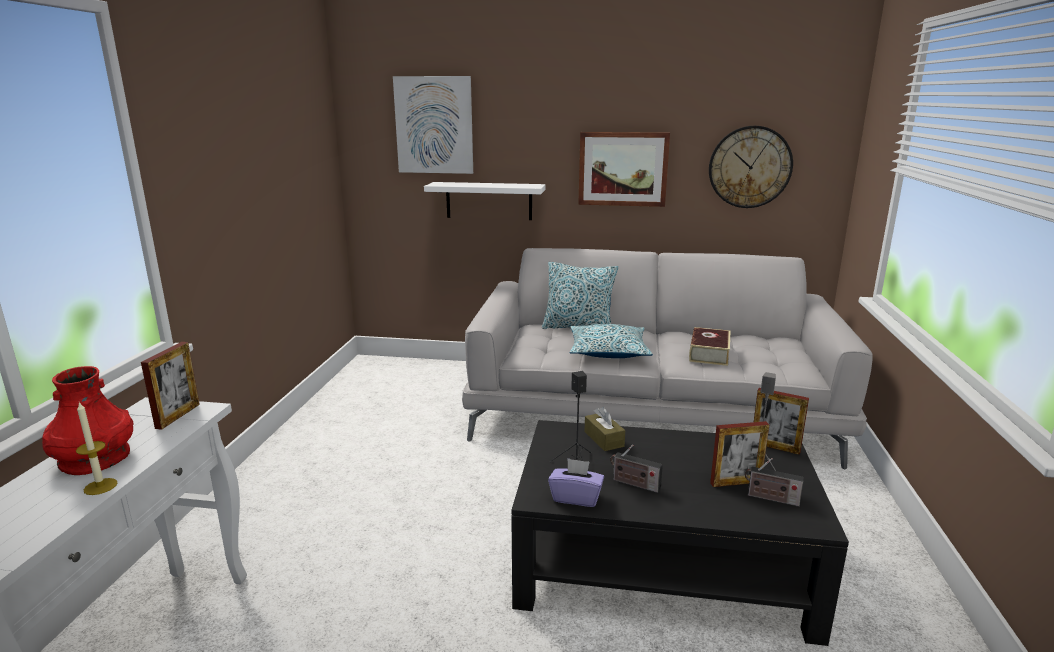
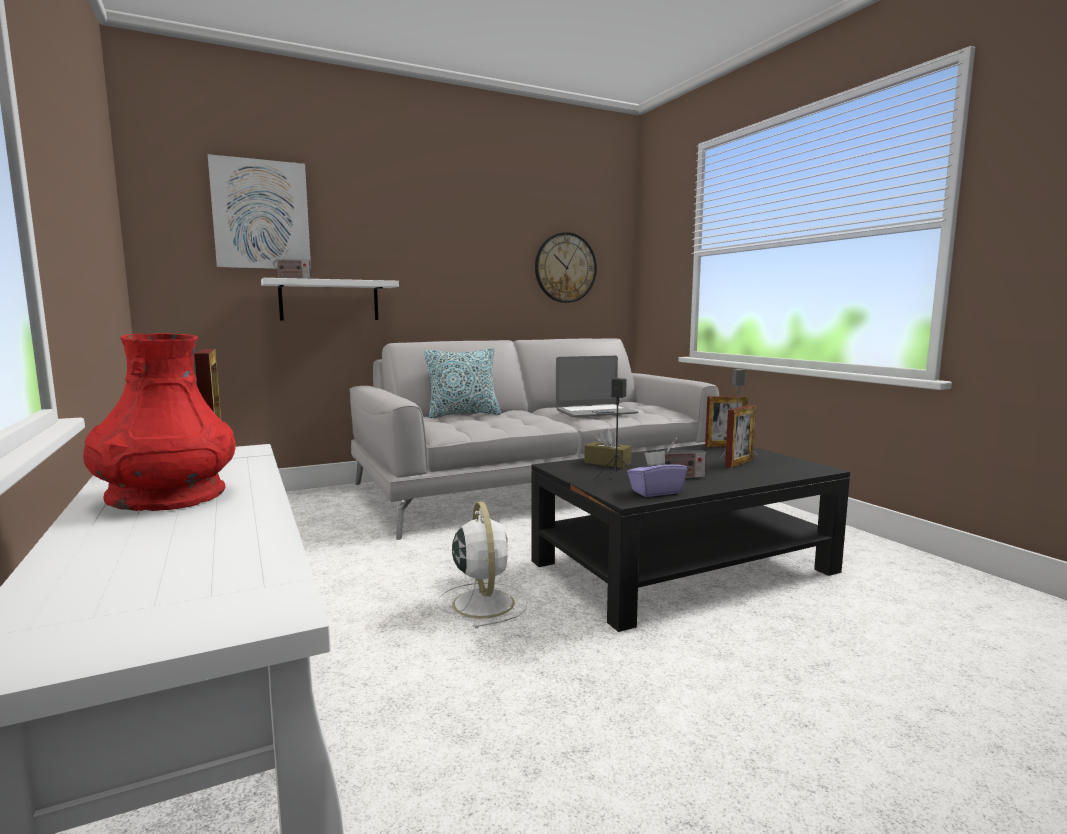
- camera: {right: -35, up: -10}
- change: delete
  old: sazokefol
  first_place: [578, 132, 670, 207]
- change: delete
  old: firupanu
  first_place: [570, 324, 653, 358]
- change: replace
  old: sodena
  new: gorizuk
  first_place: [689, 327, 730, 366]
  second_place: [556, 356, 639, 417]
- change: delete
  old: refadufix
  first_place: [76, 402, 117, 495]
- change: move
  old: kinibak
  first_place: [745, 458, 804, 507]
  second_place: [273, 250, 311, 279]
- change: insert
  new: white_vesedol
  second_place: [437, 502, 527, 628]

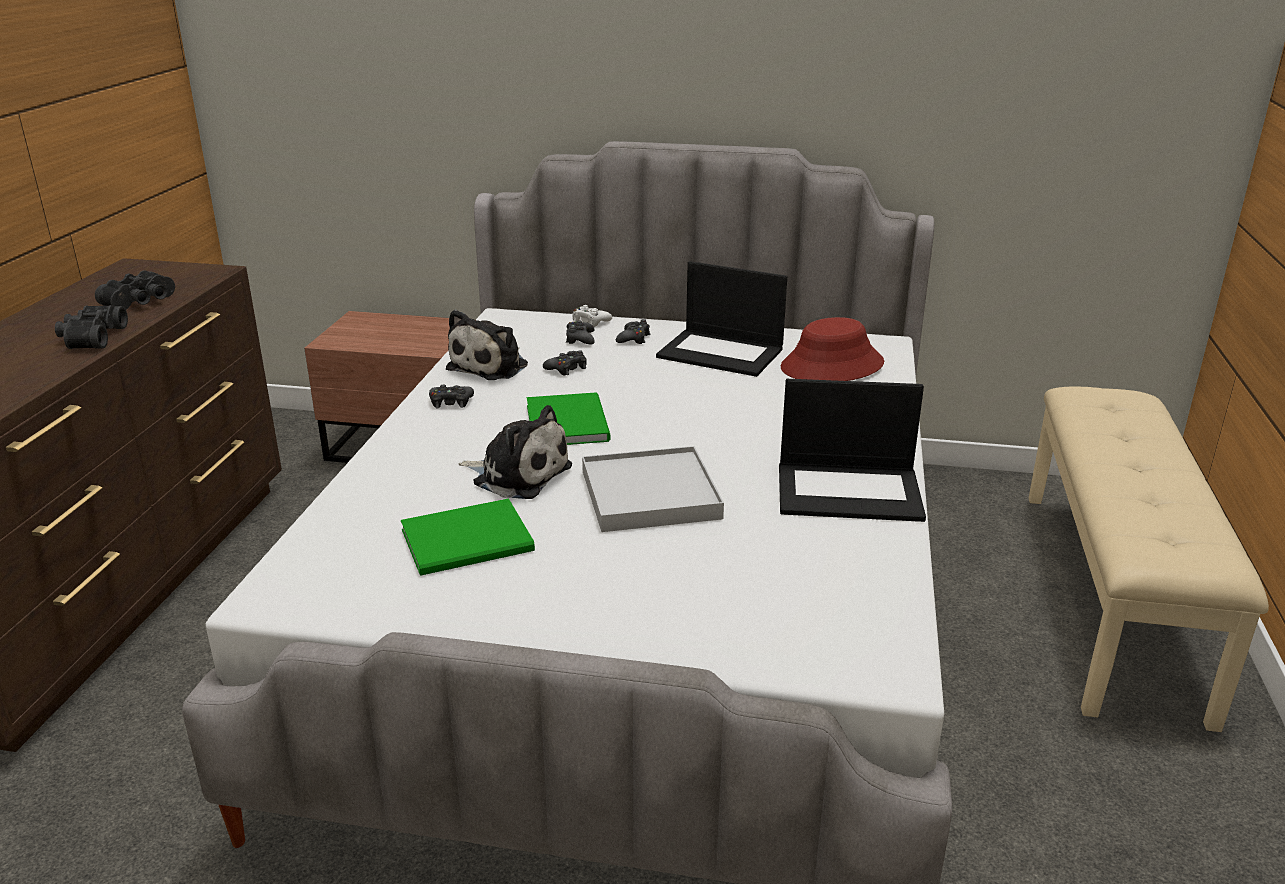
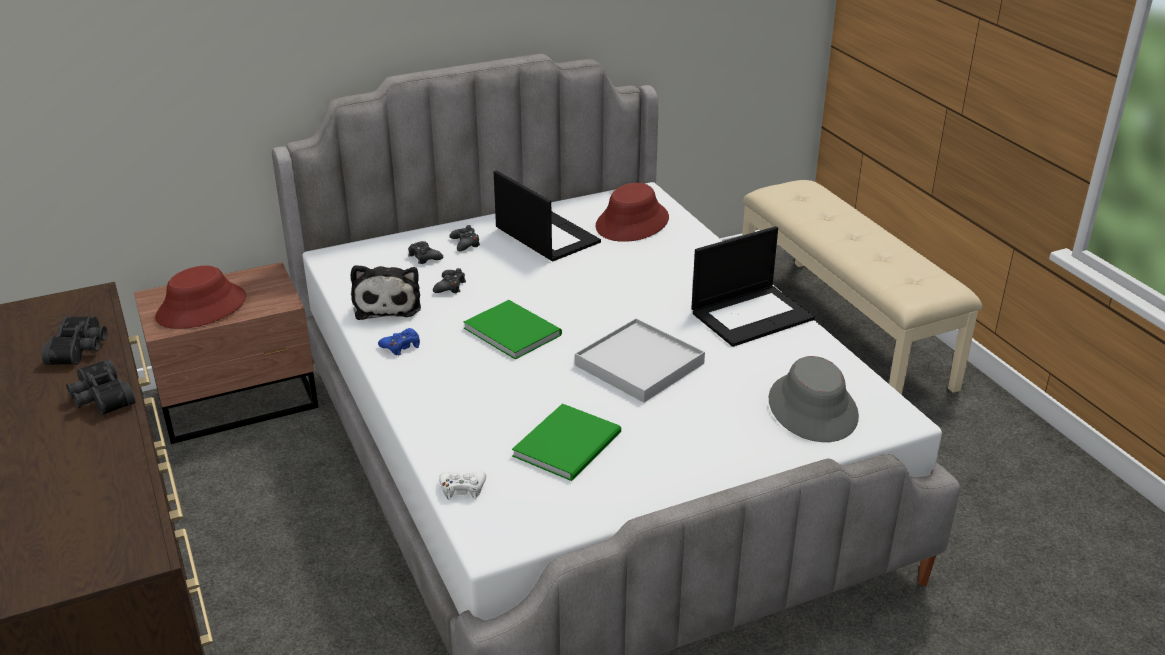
- camera: {right: -35, up: 5}
- change: rotate
  old: gorizuk
  first_place: [656, 261, 787, 377]
  second_place: [494, 170, 601, 261]
  degrees: -120
- change: move
  old: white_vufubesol
  first_place: [573, 305, 612, 327]
  second_place: [439, 471, 486, 500]
- change: recolor
  old: black_vufubesol
  new: blue_vufubesol
  first_place: [429, 385, 474, 408]
  second_place: [378, 328, 420, 355]
- change: delete
  old: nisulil
  first_place: [458, 405, 572, 499]
- change: insert
  new: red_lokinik
  second_place: [155, 266, 246, 329]
- change: insert
  new: grey_lokinik
  second_place: [768, 356, 859, 442]

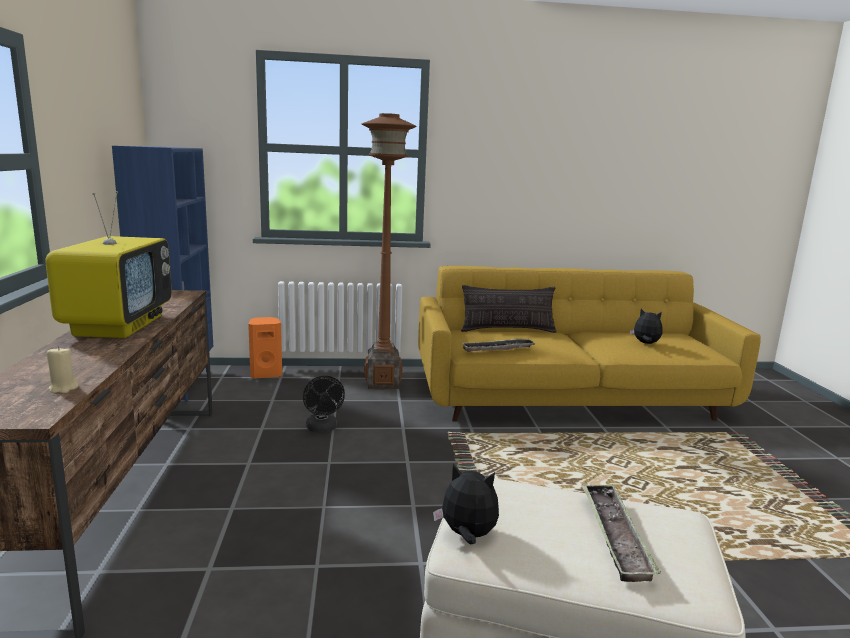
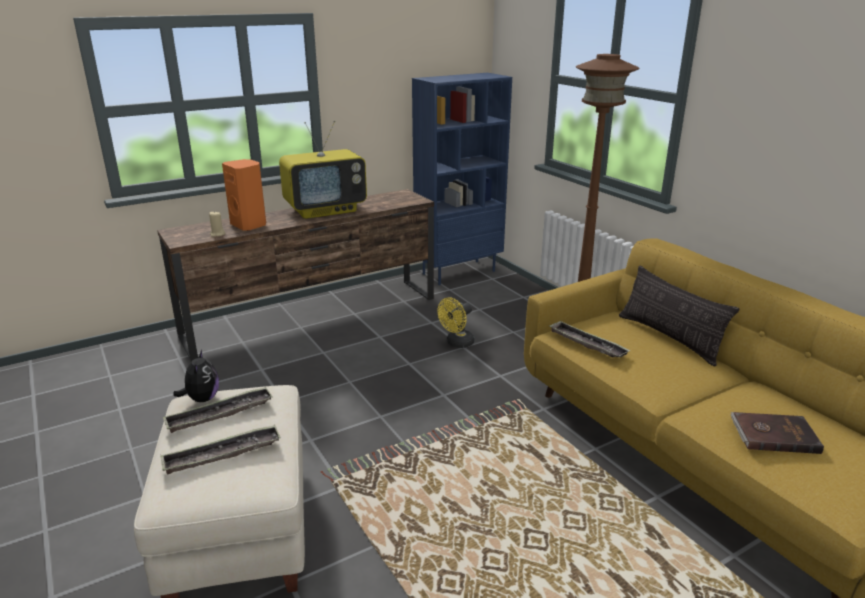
- camera: {right: 65, up: 10}
- change: replace
  old: nisulil
  new: brown_sodena
  first_place: [630, 309, 662, 344]
  second_place: [730, 412, 824, 454]
- change: move
  old: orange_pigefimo
  first_place: [248, 317, 282, 379]
  second_place: [222, 159, 266, 231]
- change: recolor
  old: black_vesedol
  new: yellow_vesedol
  first_place: [303, 376, 345, 433]
  second_place: [437, 297, 475, 348]
- change: insert
  new: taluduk
  second_place: [163, 386, 273, 433]

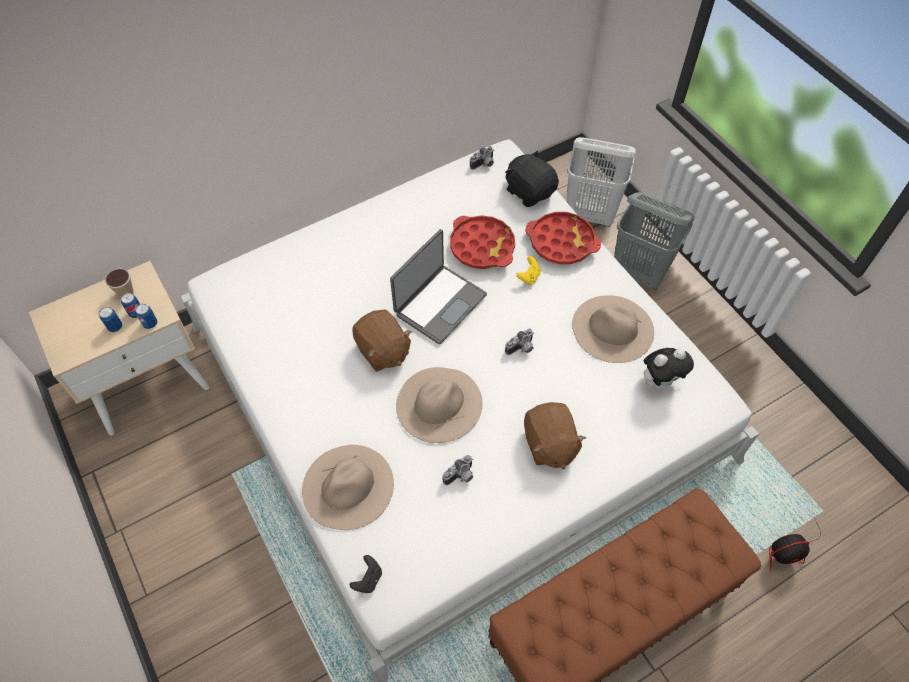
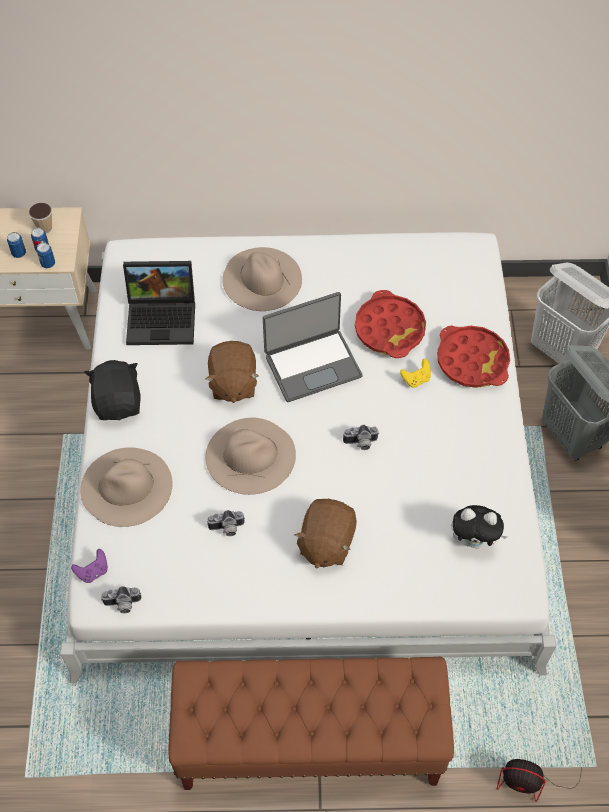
- camera: {right: 30, up: 0}
- change: move
  old: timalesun
  first_place: [470, 146, 494, 170]
  second_place: [101, 586, 141, 613]
- change: move
  old: black_nisulil
  first_place: [505, 150, 559, 207]
  second_place: [84, 360, 141, 420]
- change: move
  old: beige_lokinik
  first_place: [572, 295, 654, 363]
  second_place: [222, 247, 302, 311]
- change: recolor
  old: black_vufubesol
  new: purple_vufubesol
  first_place: [350, 555, 382, 593]
  second_place: [71, 549, 108, 583]
- change: insert
  new: gorizuk
  second_place: [123, 261, 195, 345]

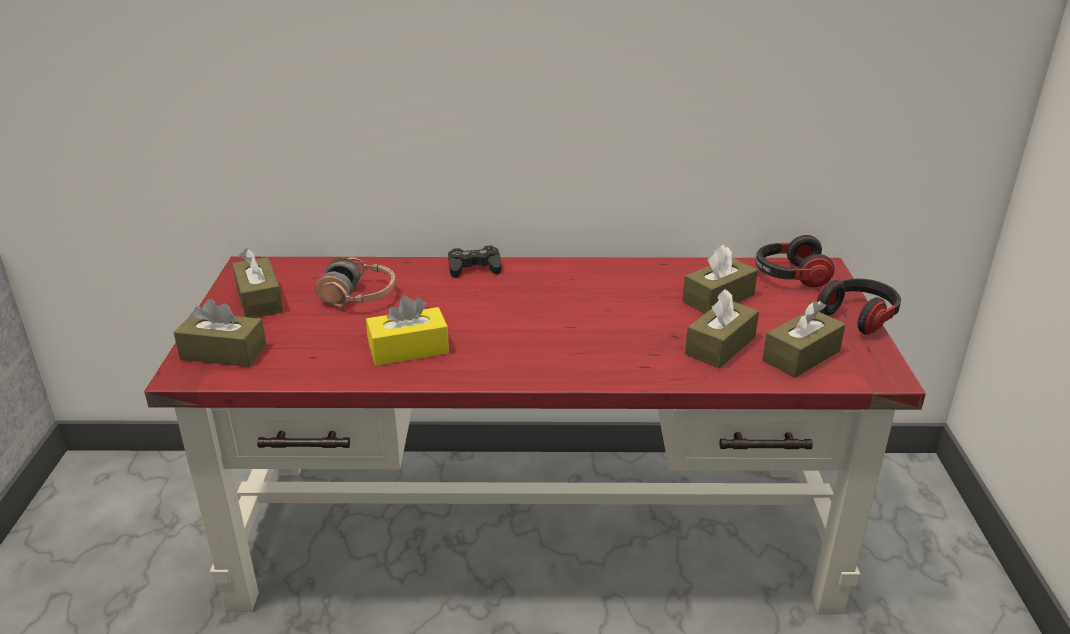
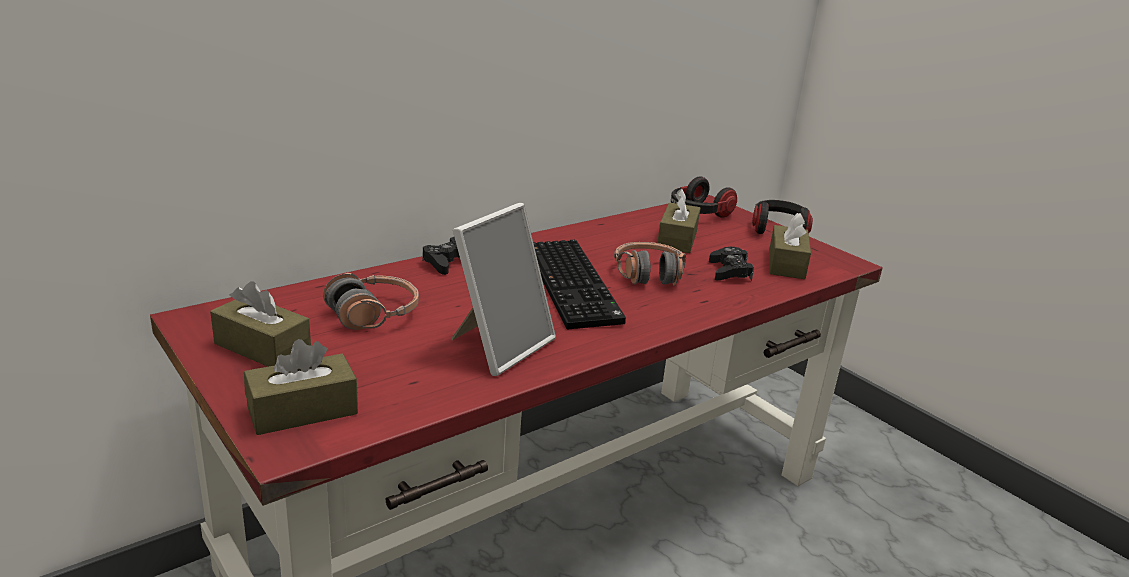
- camera: {right: -40, up: -5}
- change: replace
  old: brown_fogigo
  new: black_vufubesol
  first_place: [685, 289, 759, 368]
  second_place: [709, 247, 754, 281]
- change: replace
  old: yellow_fogigo
  new: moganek
  first_place: [366, 295, 449, 366]
  second_place: [451, 203, 556, 376]
- change: insert
  new: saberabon
  second_place: [533, 240, 626, 329]
- change: insert
  new: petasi
  second_place: [614, 242, 686, 285]

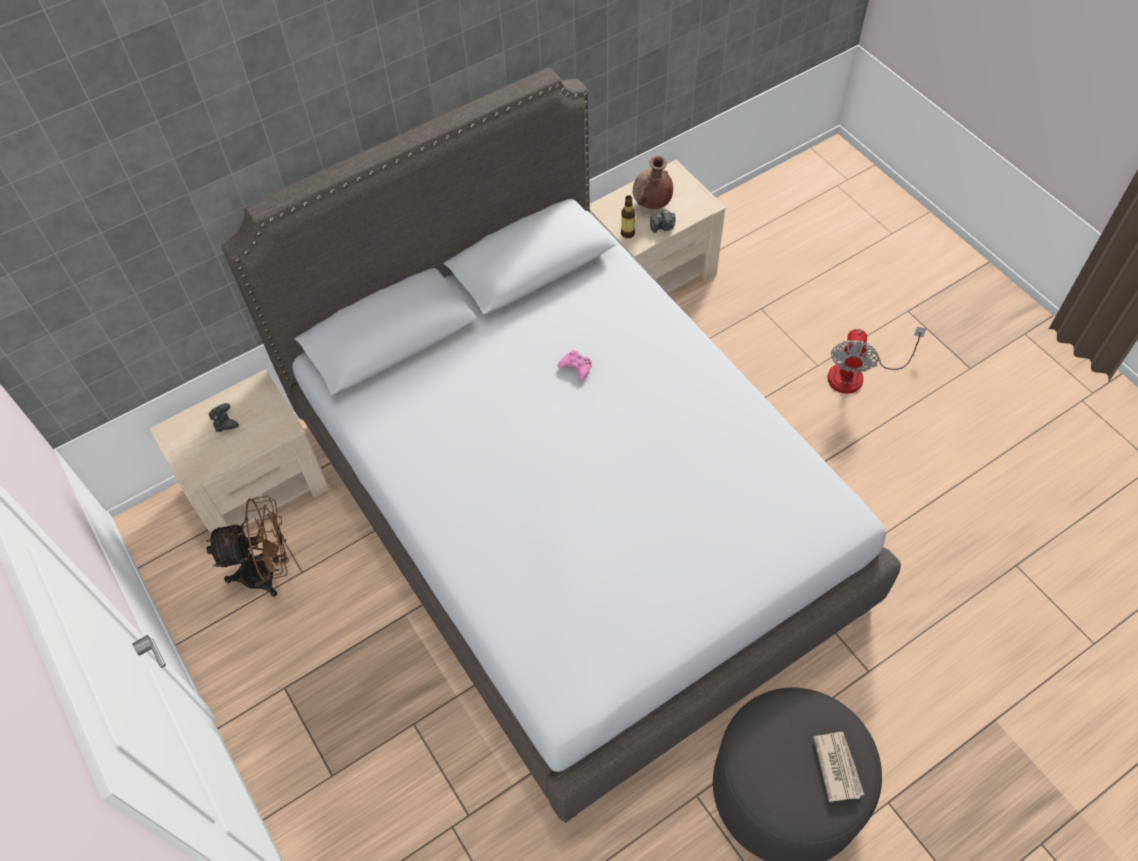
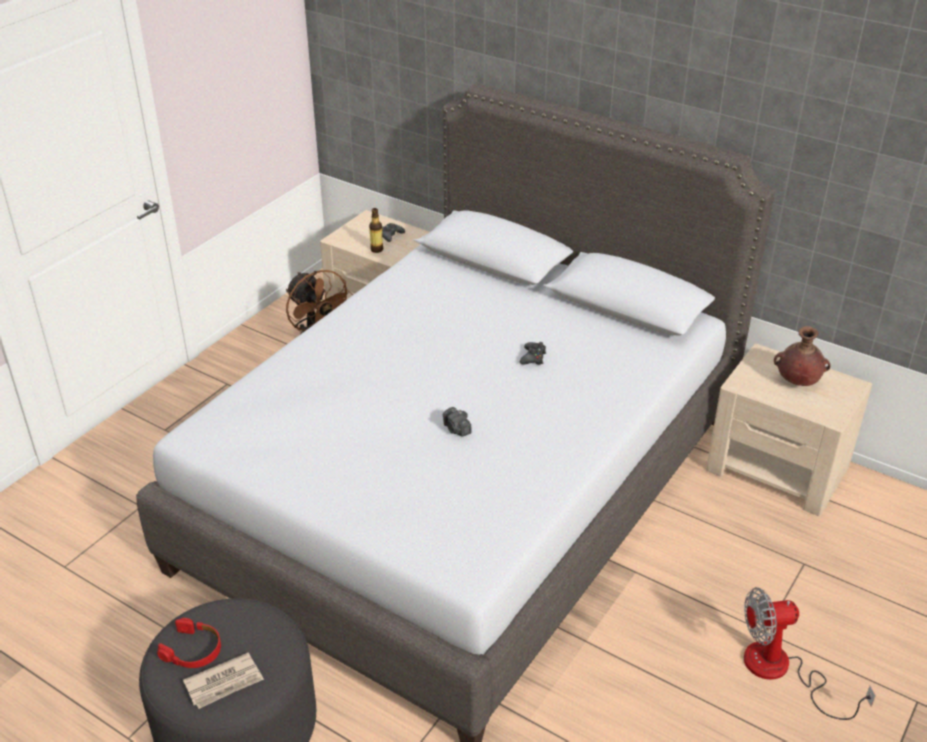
- camera: {right: 65, up: -20}
- change: move
  old: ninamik
  first_place: [621, 195, 636, 238]
  second_place: [369, 208, 383, 253]
- change: move
  old: timalesun
  first_place: [650, 210, 676, 233]
  second_place: [443, 407, 472, 437]
- change: recolor
  old: pink_vufubesol
  new: black_vufubesol
  first_place: [558, 350, 592, 381]
  second_place: [520, 342, 546, 365]
- change: insert
  new: red_petasi
  second_place: [157, 618, 221, 668]

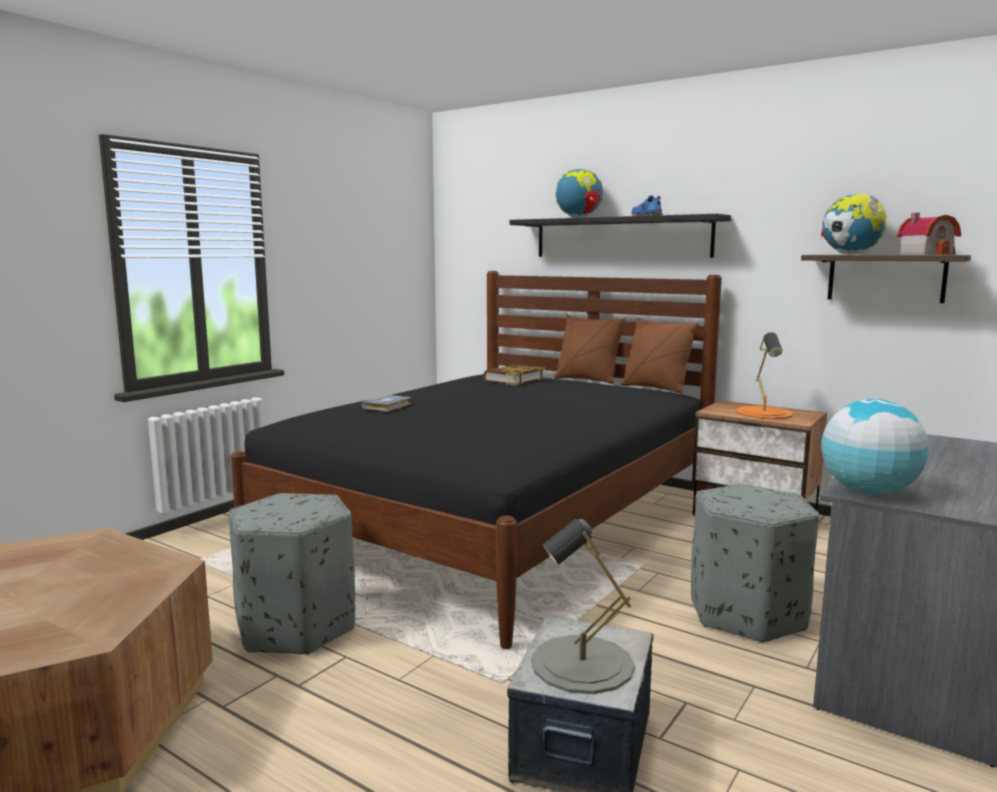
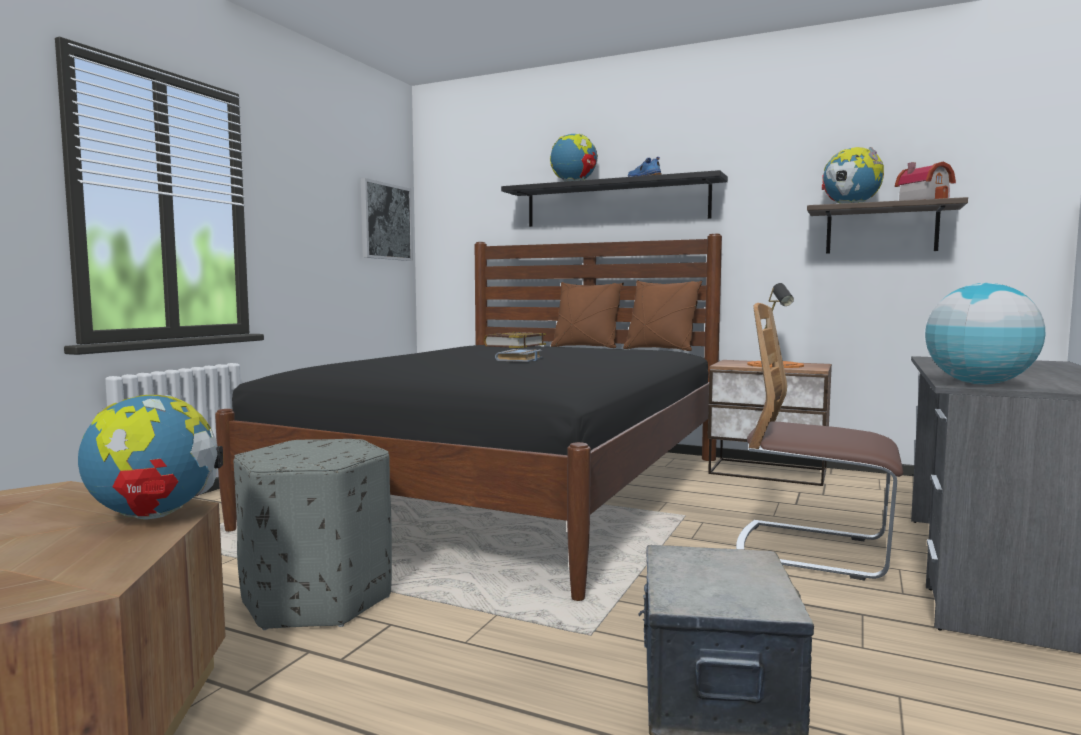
- camera: {right: -10, up: -5}
- change: move
  old: grey_sodena
  first_place: [361, 395, 411, 412]
  second_place: [495, 349, 542, 362]
- change: replace
  old: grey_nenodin
  new: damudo
  first_place: [691, 484, 819, 643]
  second_place: [736, 303, 903, 581]
- change: delete
  old: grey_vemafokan
  first_place: [531, 518, 635, 694]
- change: insert
  new: sazokefol
  second_place: [361, 178, 413, 261]
- change: insert
  new: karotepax
  second_place: [78, 395, 223, 520]

